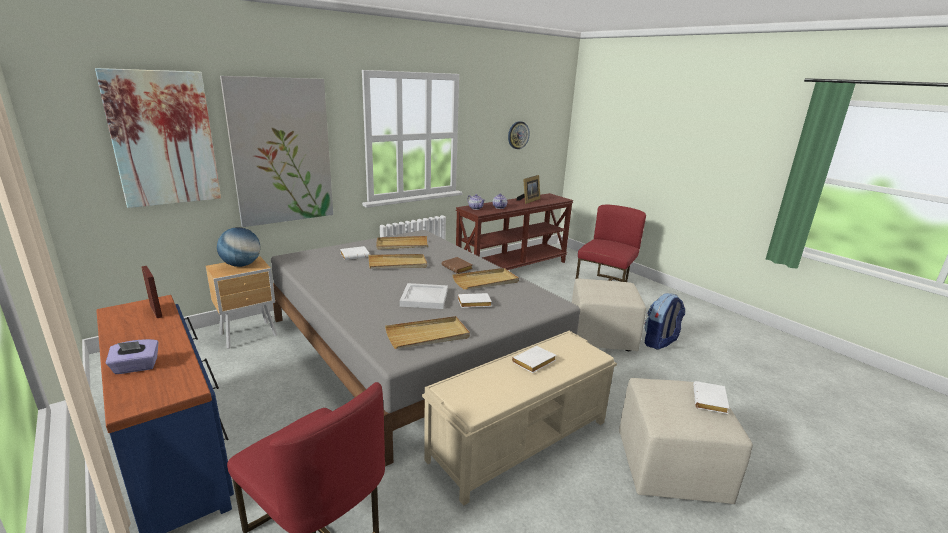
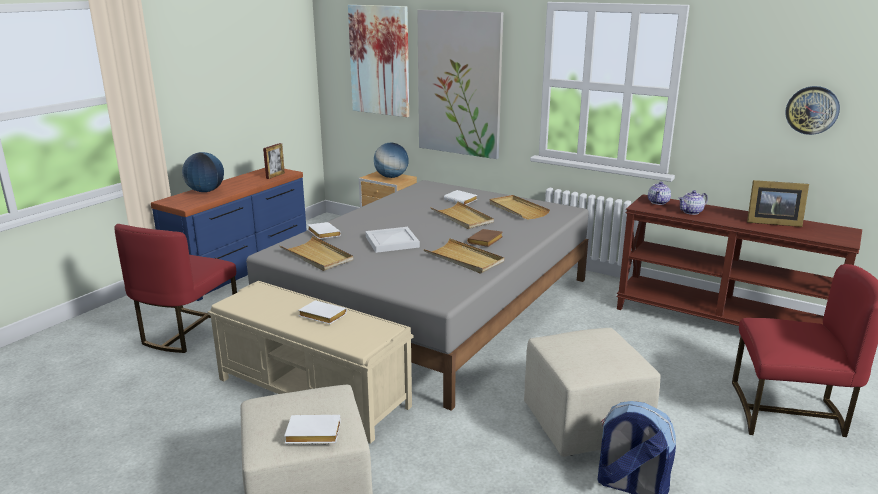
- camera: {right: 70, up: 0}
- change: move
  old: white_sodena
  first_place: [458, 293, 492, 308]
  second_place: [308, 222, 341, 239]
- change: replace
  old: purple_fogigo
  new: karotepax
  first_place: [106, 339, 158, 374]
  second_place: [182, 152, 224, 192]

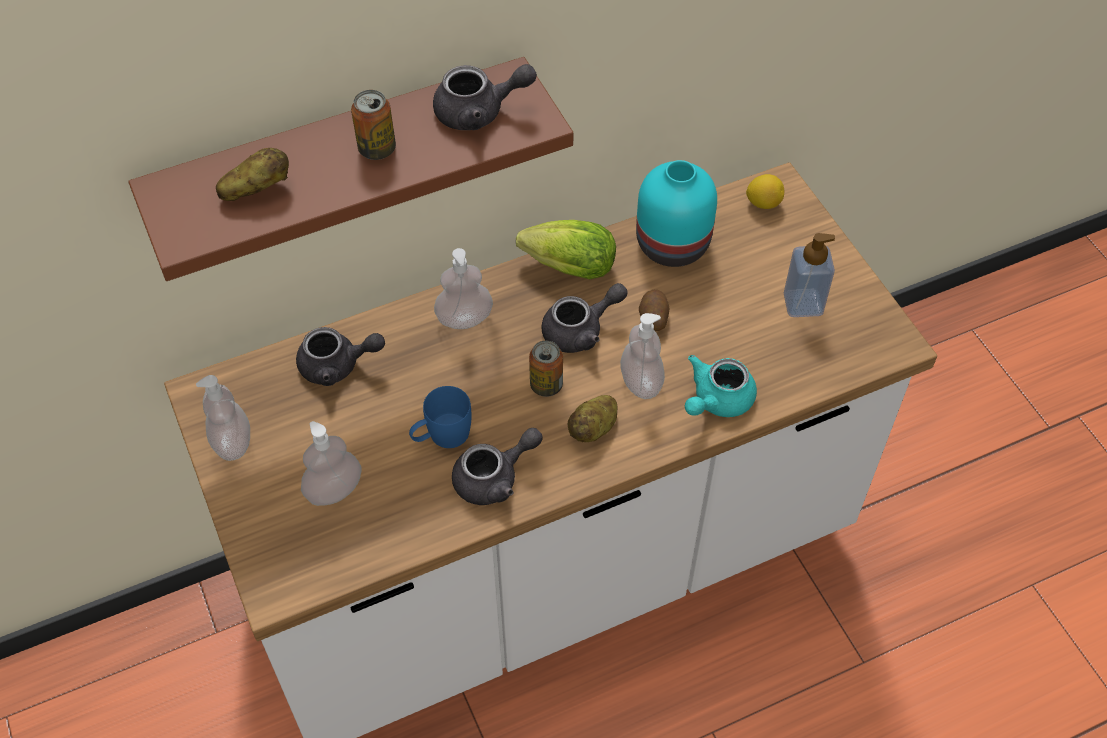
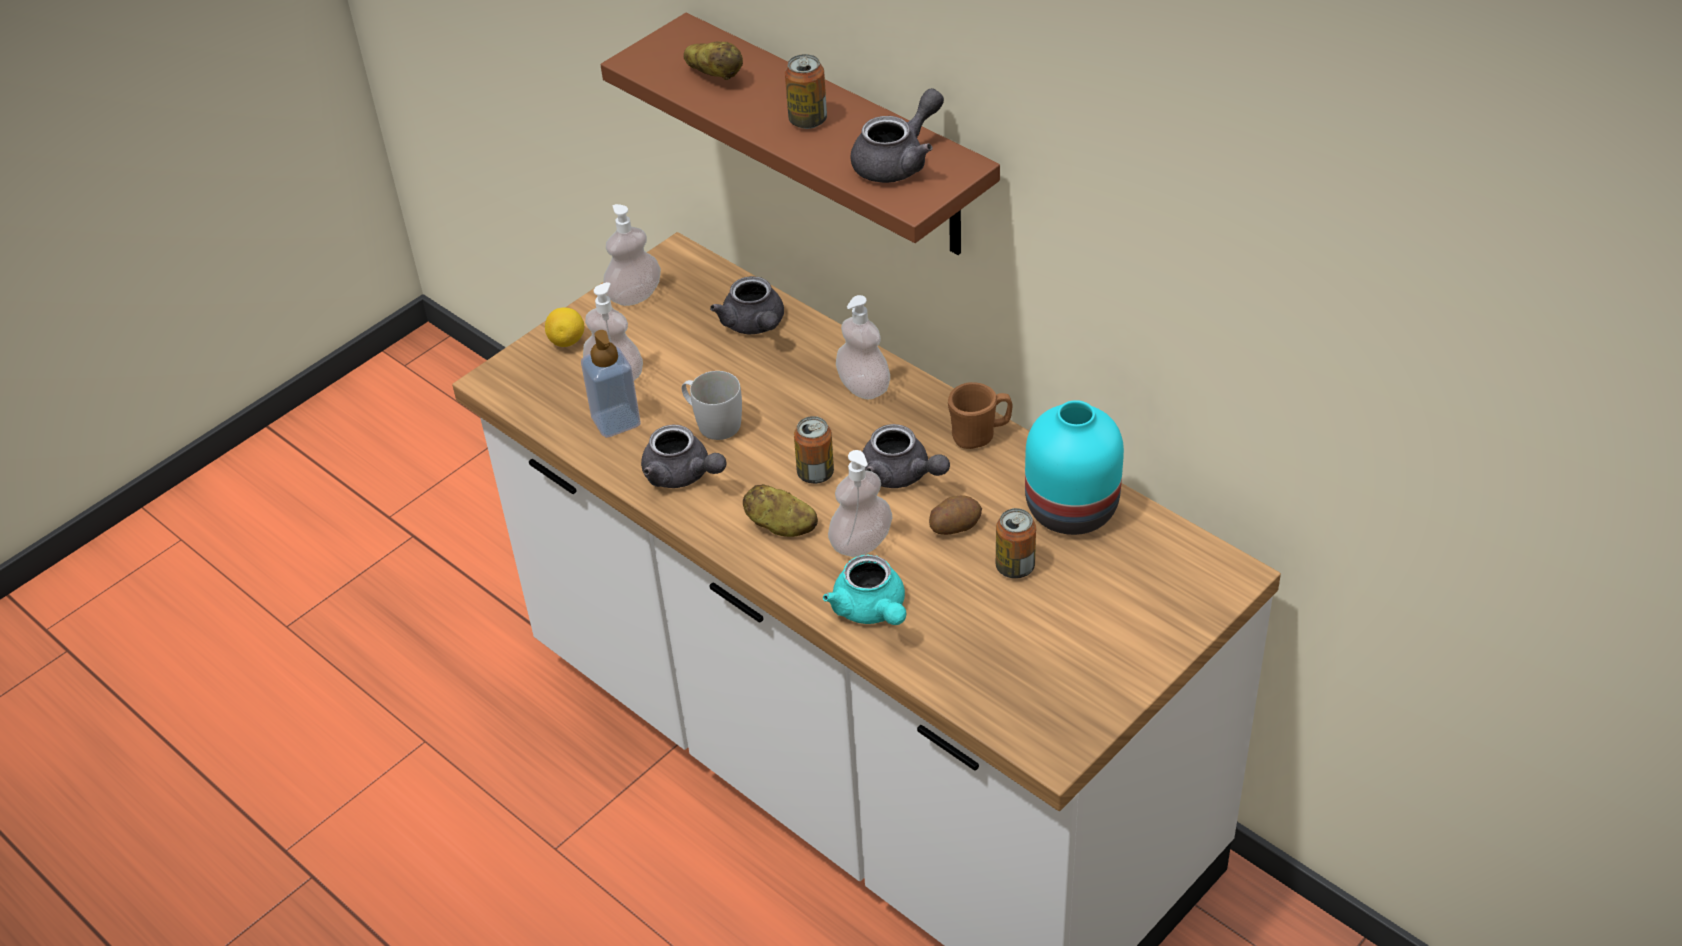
- camera: {right: 70, up: -10}
- change: rotate
  old: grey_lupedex
  first_place: [433, 64, 537, 130]
  second_place: [851, 88, 944, 183]
  degrees: -105
- change: move
  old: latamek
  first_place: [746, 174, 784, 209]
  second_place: [545, 308, 584, 347]
- change: replace
  old: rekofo
  new: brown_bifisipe
  first_place: [516, 220, 616, 279]
  second_place: [948, 382, 1012, 449]
- change: move
  old: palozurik
  first_place: [784, 233, 835, 317]
  second_place: [581, 330, 640, 438]
- change: rotate
  old: turquoise_lupedex
  first_place: [685, 355, 757, 417]
  second_place: [823, 554, 906, 625]
  degrees: -135
- change: recolor
  old: blue_bifisipe
  new: white_bifisipe
  first_place: [409, 386, 472, 448]
  second_place: [682, 371, 742, 440]
- change: insert
  new: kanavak
  second_place: [996, 508, 1036, 579]

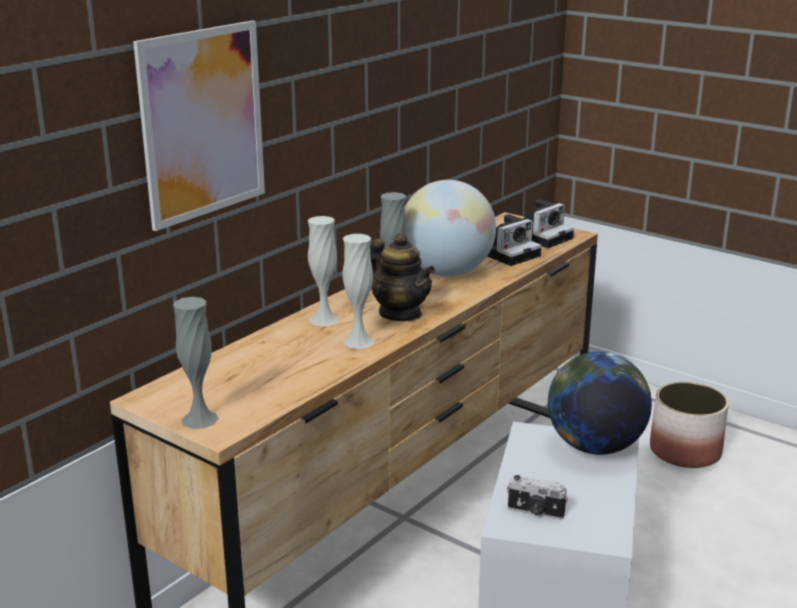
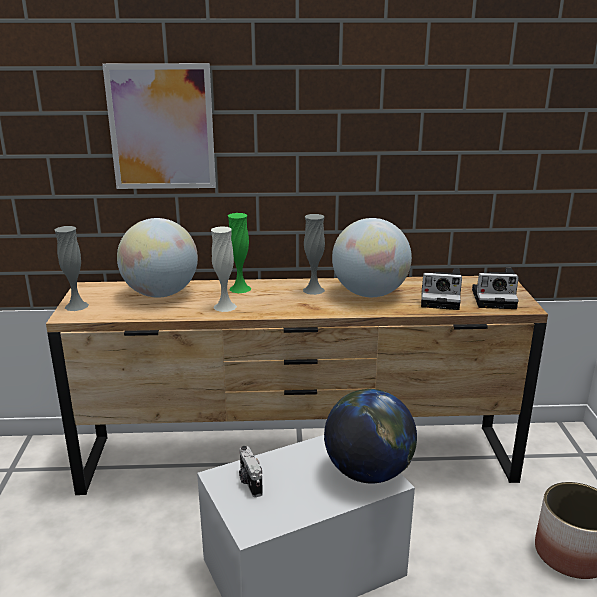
- camera: {right: 50, up: 0}
- change: recolor
  old: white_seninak
  new: green_seninak
  first_place: [308, 216, 339, 326]
  second_place: [228, 213, 251, 293]
- change: delete
  old: lupedex
  first_place: [370, 233, 435, 321]
- change: insert
  new: karotepax
  second_place: [117, 218, 198, 298]

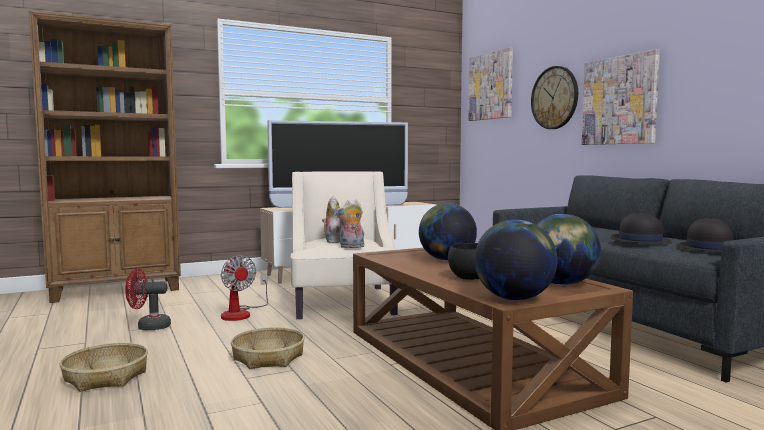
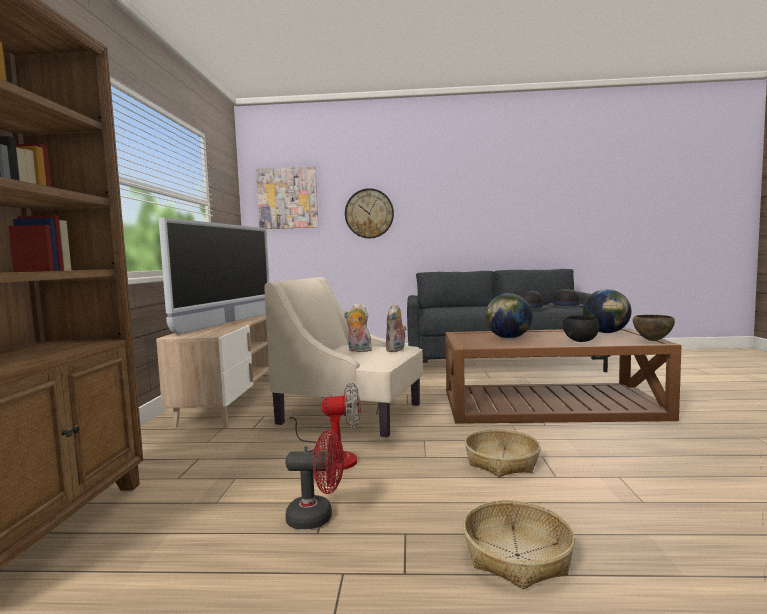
- camera: {right: -60, up: 0}
- change: delete
  old: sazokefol
  first_place: [582, 49, 660, 145]
- change: replace
  old: karotepax
  new: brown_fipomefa
  first_place: [474, 220, 558, 300]
  second_place: [633, 315, 675, 341]
- change: rotate
  old: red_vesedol
  first_place: [125, 268, 171, 330]
  second_place: [286, 430, 344, 529]
  degrees: -105

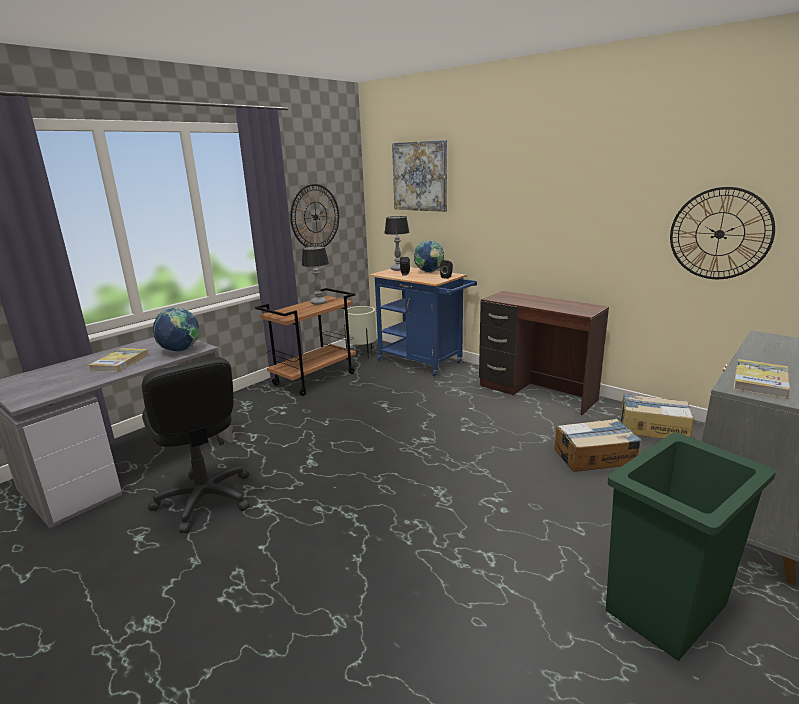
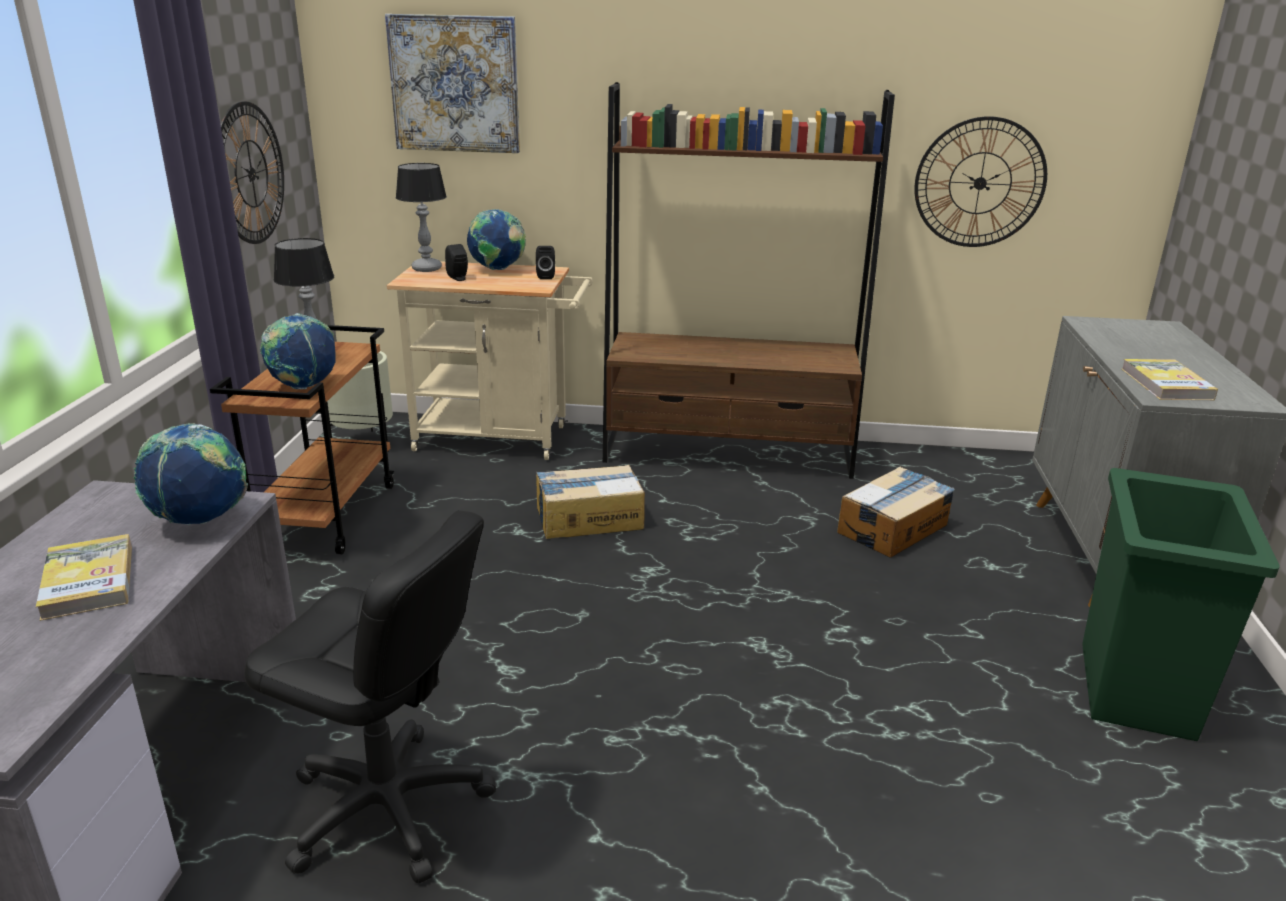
- camera: {right: -35, up: 5}
- change: recolor
  old: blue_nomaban
  new: beige_nomaban
  first_place: [369, 267, 477, 377]
  second_place: [386, 261, 593, 460]
- change: replace
  old: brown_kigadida
  new: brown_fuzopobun
  first_place: [479, 291, 609, 416]
  second_place: [603, 82, 895, 479]
- change: move
  old: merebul
  first_place: [621, 394, 694, 439]
  second_place: [536, 465, 645, 539]
- change: insert
  new: karotepax
  second_place: [260, 313, 336, 389]

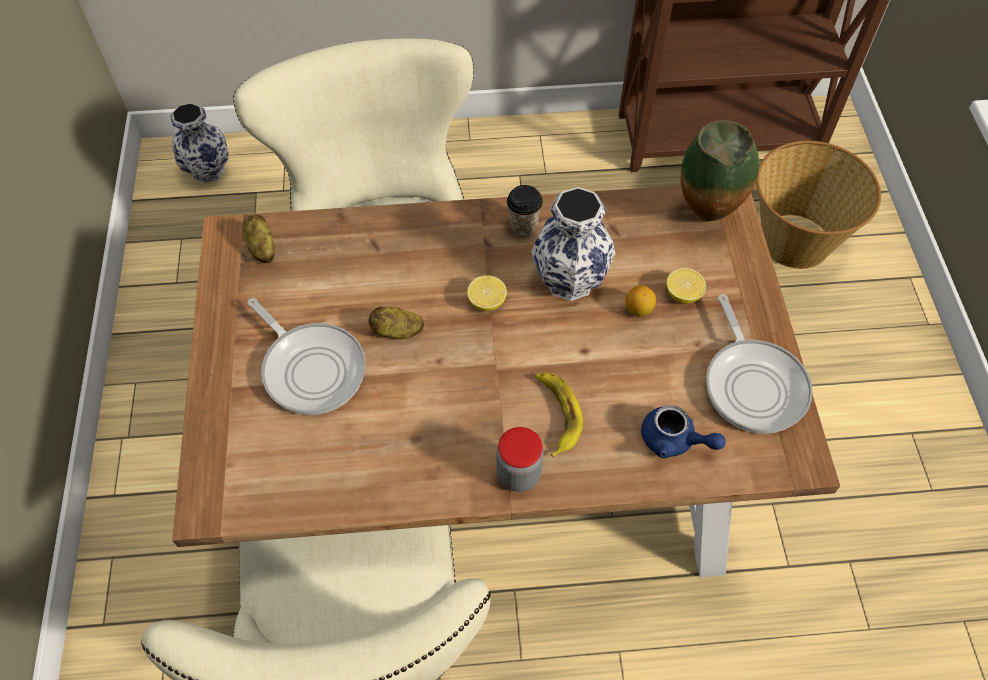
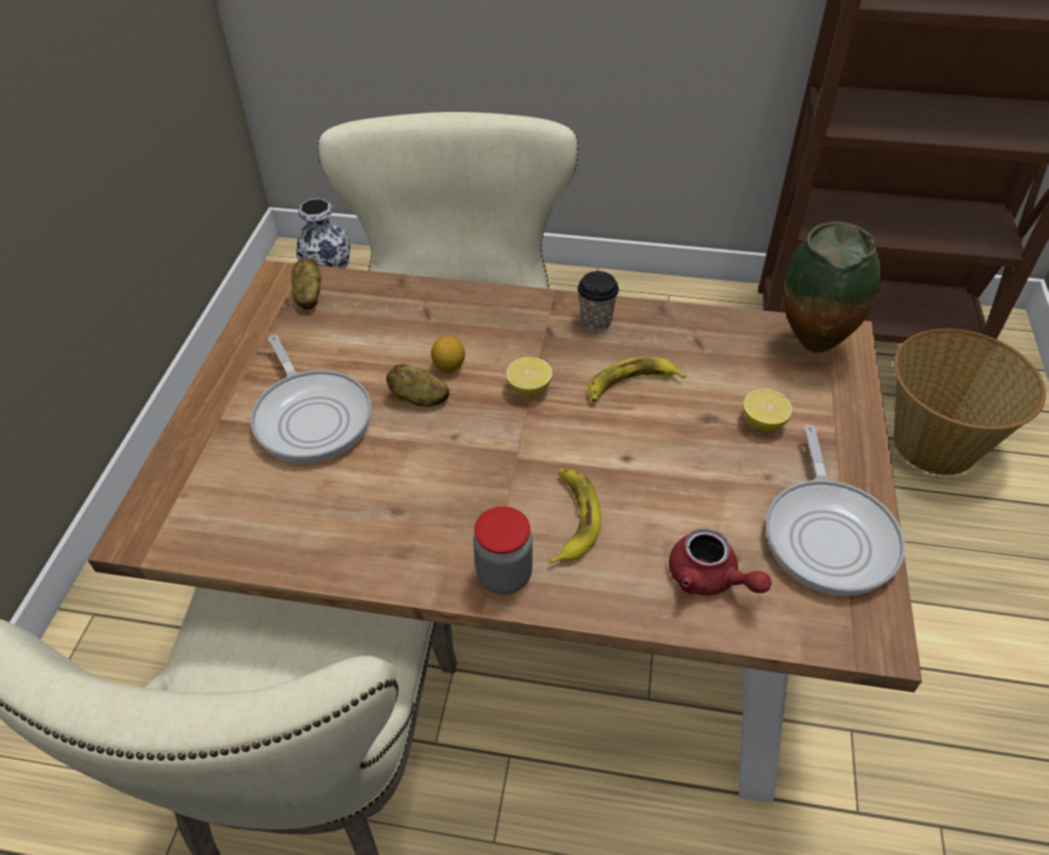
- camera: {right: 15, up: -10}
- change: replace
  old: seninak
  new: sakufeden
  first_place: [531, 187, 615, 301]
  second_place: [588, 357, 686, 402]
- change: move
  old: latamek
  first_place: [626, 285, 656, 317]
  second_place: [431, 336, 465, 372]
- change: recolor
  old: blue_lupedex
  new: red_lupedex
  first_place: [641, 405, 726, 458]
  second_place: [669, 528, 772, 595]

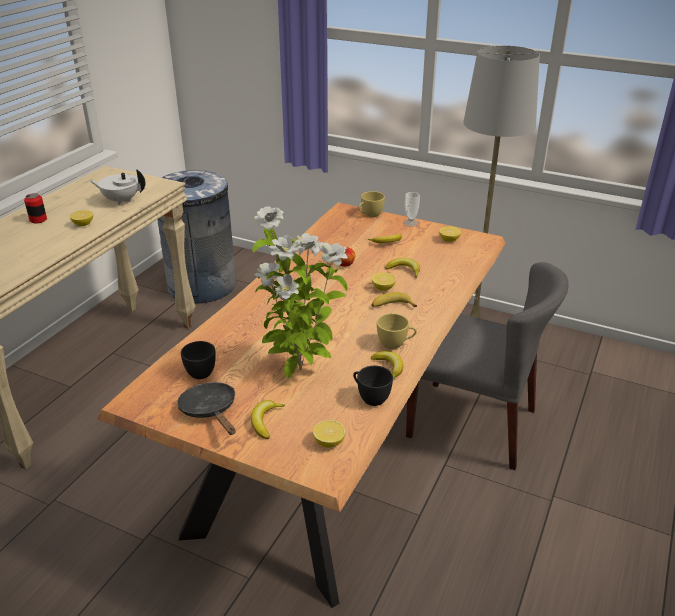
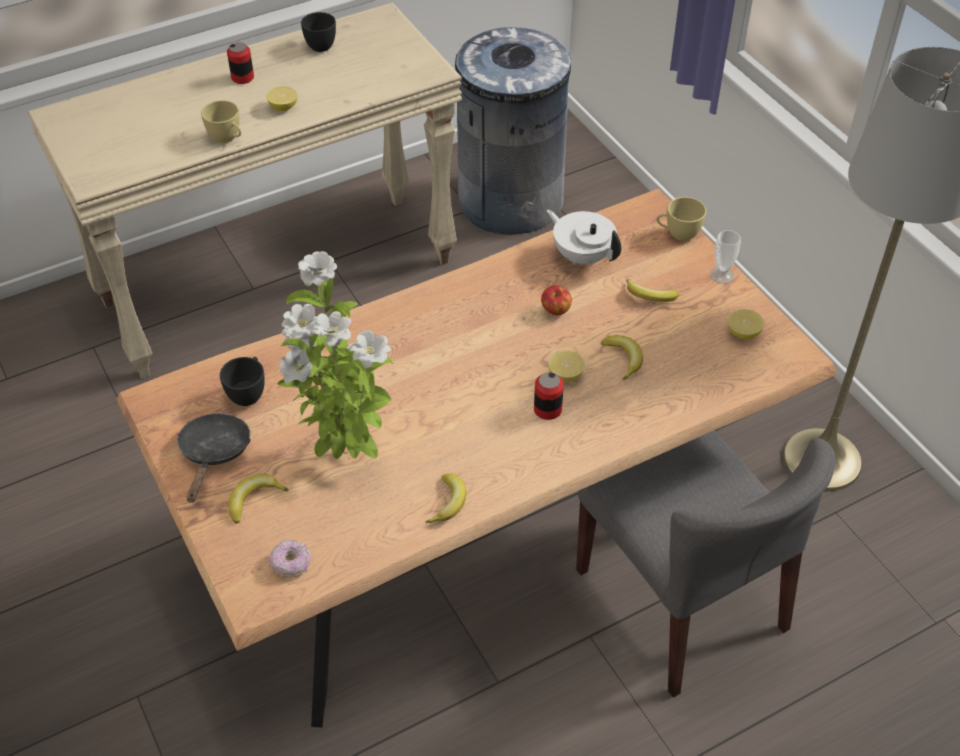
- camera: {right: 35, up: 15}
- change: move
  old: white_lupedex
  first_place: [89, 169, 145, 205]
  second_place: [547, 210, 621, 265]
- change: replace
  old: sakufeden
  new: kanavak
  first_place: [372, 292, 417, 307]
  second_place: [534, 372, 564, 420]
- change: move
  old: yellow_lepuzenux
  first_place: [377, 313, 417, 349]
  second_place: [201, 100, 241, 143]
- change: move
  old: black_lepuzenux
  first_place: [353, 366, 393, 406]
  second_place: [301, 12, 336, 52]
- change: replace
  old: latamek
  new: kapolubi
  first_place: [313, 420, 346, 448]
  second_place: [269, 540, 311, 578]

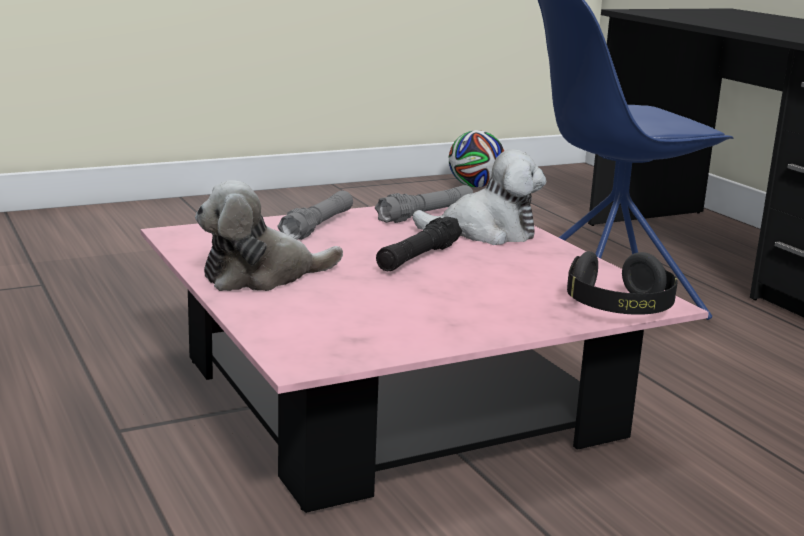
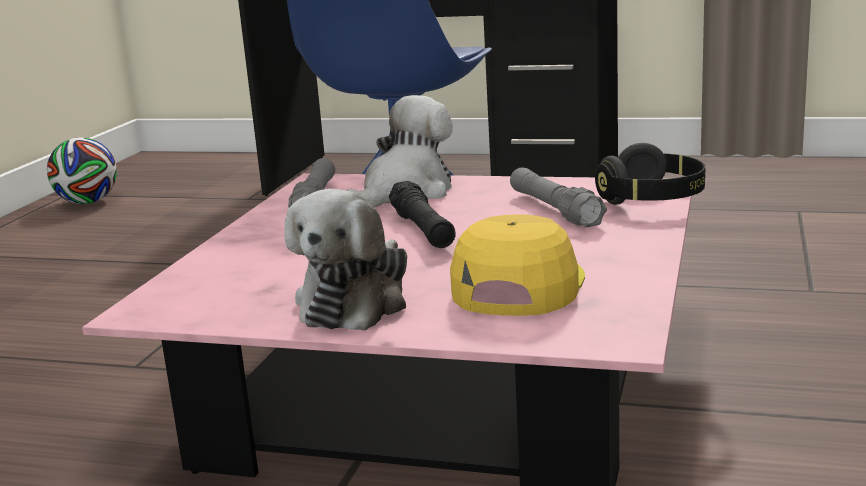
- camera: {right: -45, up: 0}
- change: move
  old: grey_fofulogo
  first_place: [278, 191, 353, 240]
  second_place: [510, 168, 607, 227]
- change: insert
  new: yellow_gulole
  second_place: [450, 214, 585, 316]

